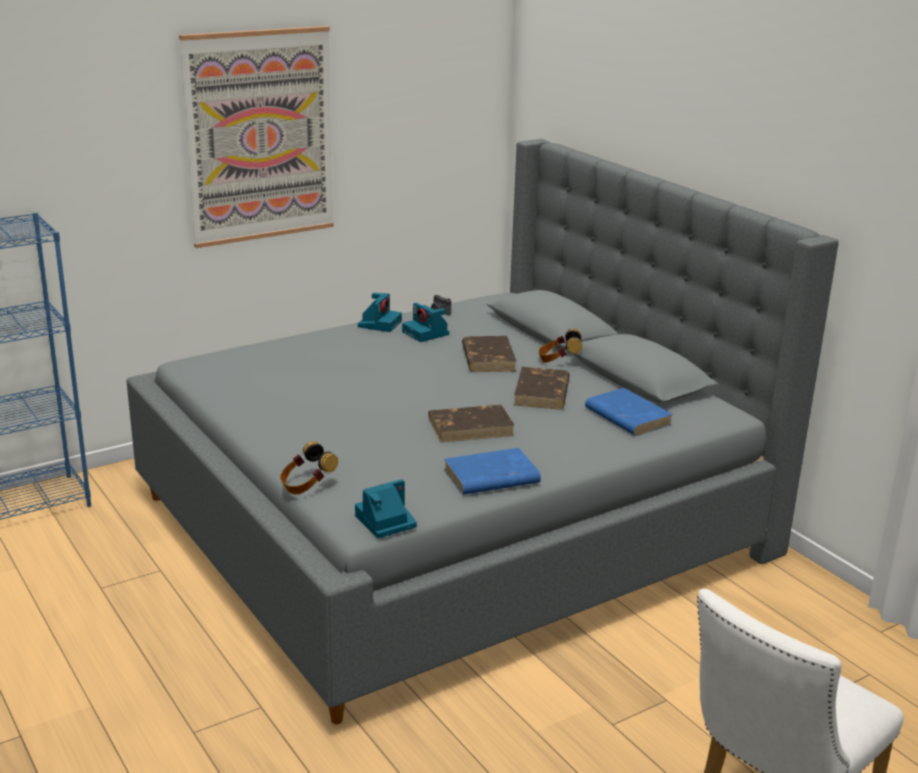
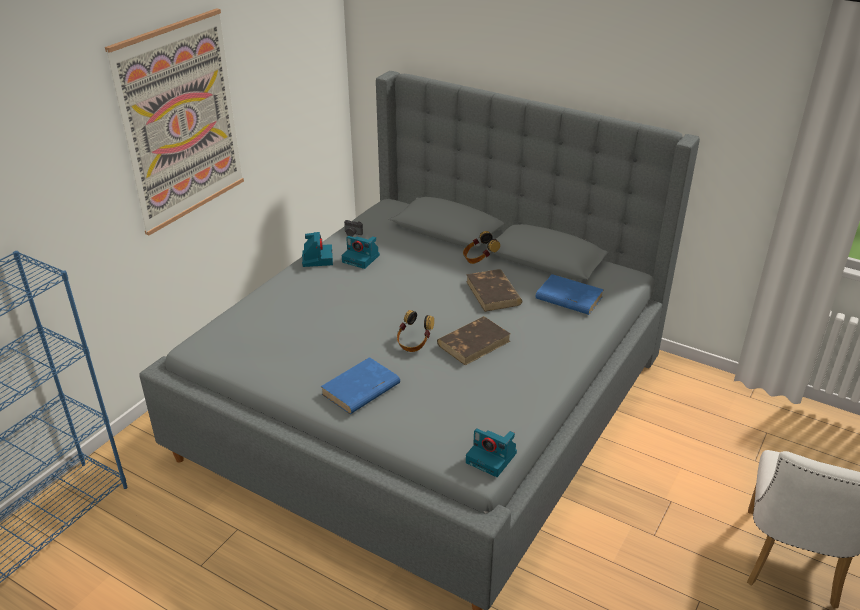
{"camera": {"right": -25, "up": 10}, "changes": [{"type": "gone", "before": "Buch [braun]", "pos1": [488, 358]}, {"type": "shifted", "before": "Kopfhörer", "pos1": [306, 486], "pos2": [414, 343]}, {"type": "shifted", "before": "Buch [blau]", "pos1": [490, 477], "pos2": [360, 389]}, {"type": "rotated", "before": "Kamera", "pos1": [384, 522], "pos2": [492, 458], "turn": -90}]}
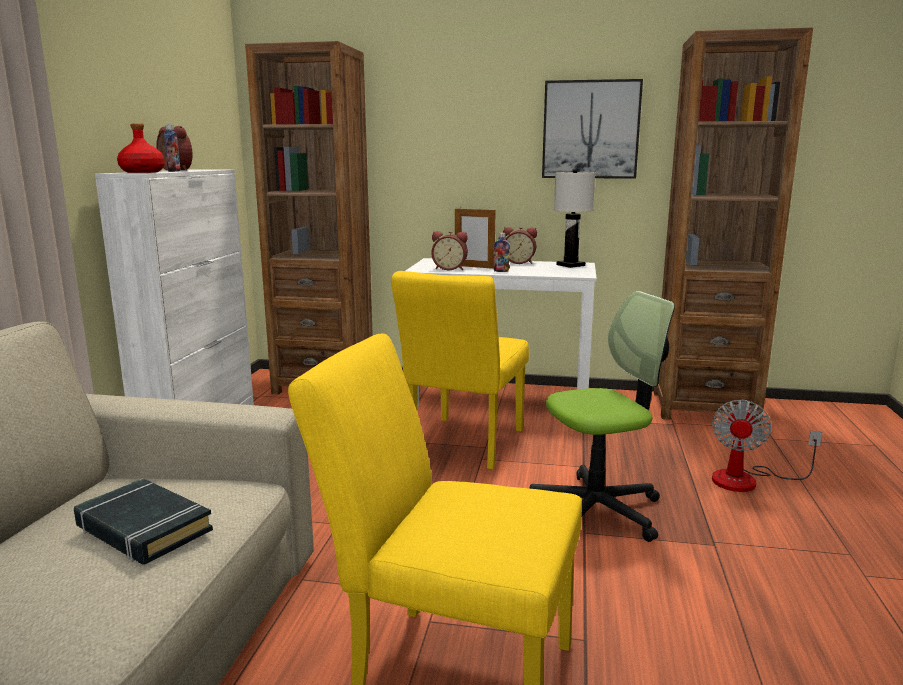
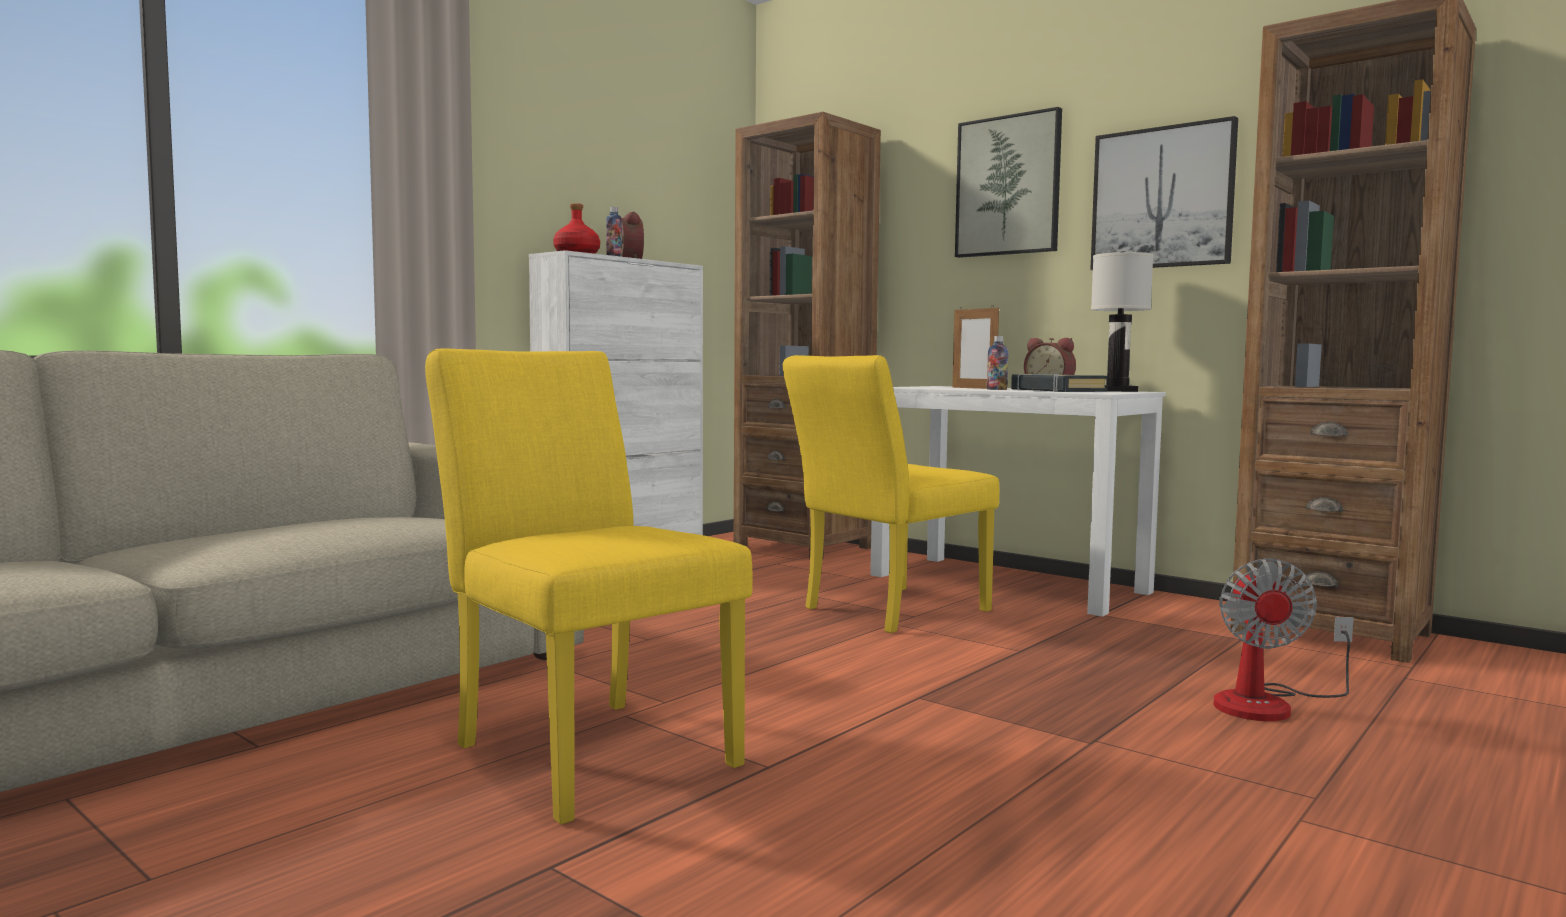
{"camera": {"right": 30, "up": -10}, "changes": [{"type": "gone", "before": "Wecker", "pos1": [450, 268]}, {"type": "gone", "before": "Bürostuhl", "pos1": [597, 509]}, {"type": "rotated", "before": "Ventilator", "pos1": [747, 480], "pos2": [1268, 704], "turn": -45}, {"type": "shifted", "before": "Buch [schwarz]", "pos1": [143, 529], "pos2": [1056, 390]}, {"type": "new", "after": "Bild", "pos2": [1008, 186]}]}
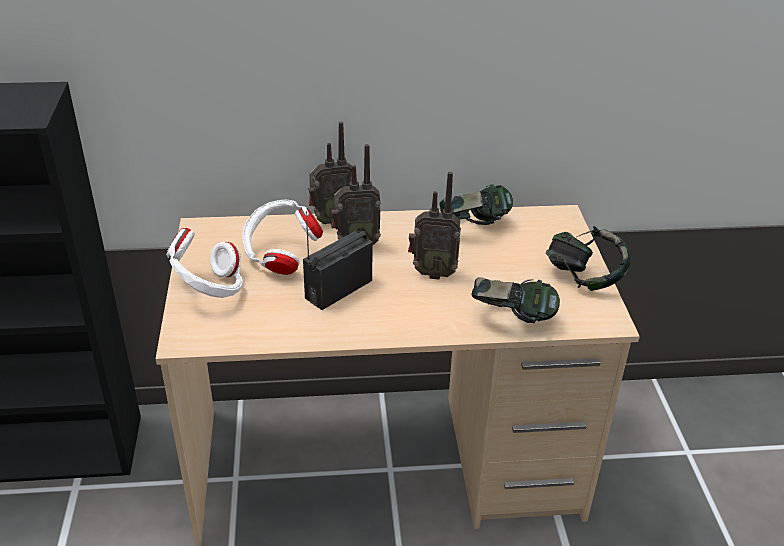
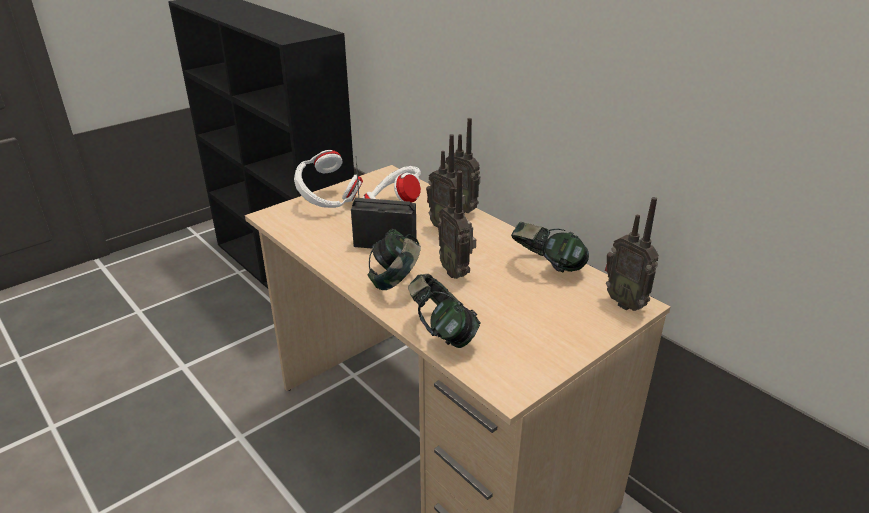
{"camera": {"right": 55, "up": -5}, "changes": [{"type": "shifted", "before": "Kopfhörer", "pos1": [583, 278], "pos2": [395, 281]}, {"type": "new", "after": "Radio", "pos2": [626, 302]}]}
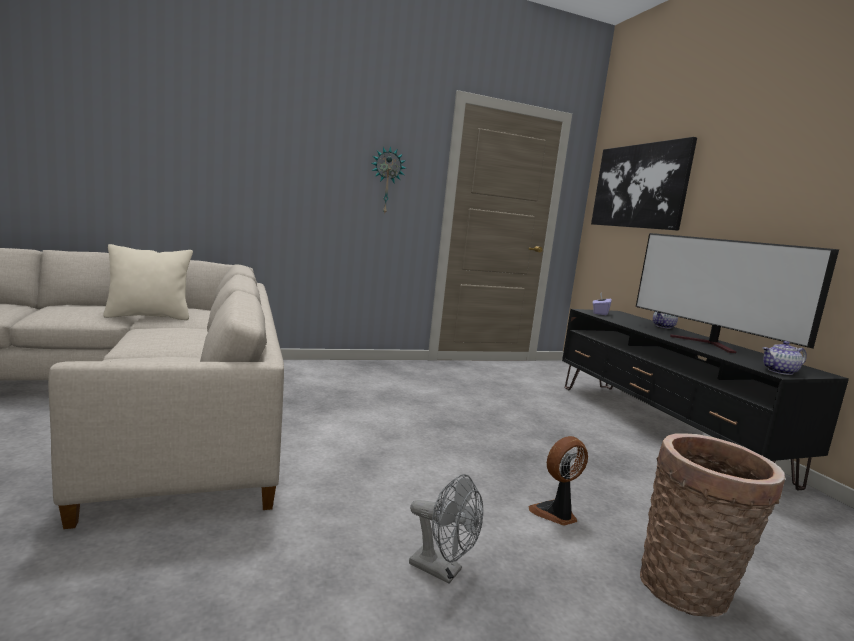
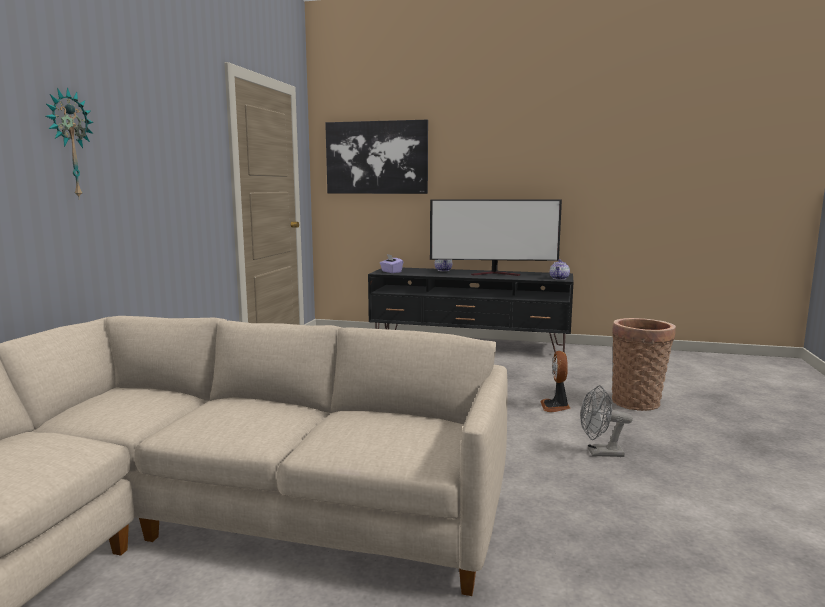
{"camera": {"right": -55, "up": 0}, "changes": [{"type": "shifted", "before": "Wanduhr", "pos1": [386, 181], "pos2": [69, 144]}, {"type": "gone", "before": "Kissen [beige]", "pos1": [149, 316]}, {"type": "rotated", "before": "Ventilator [grau]", "pos1": [442, 570], "pos2": [600, 453], "turn": -150}]}
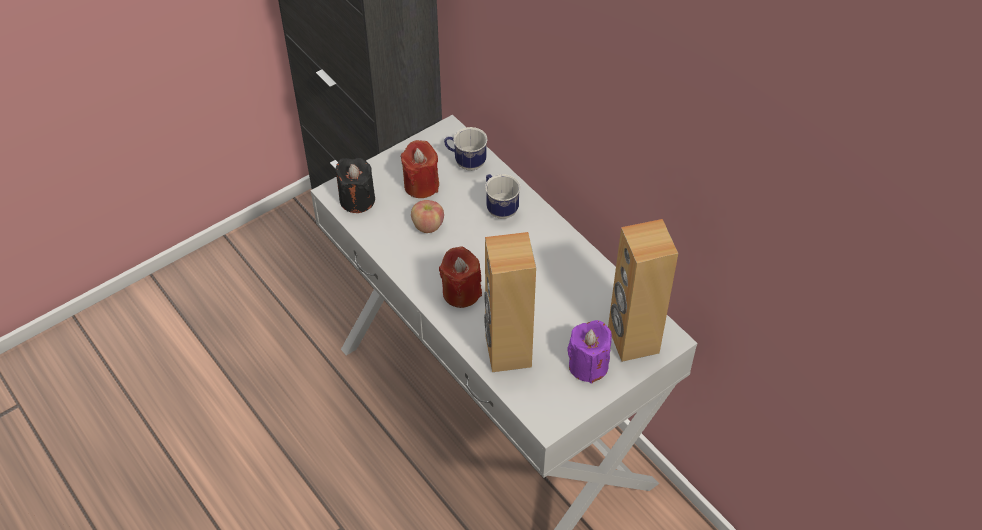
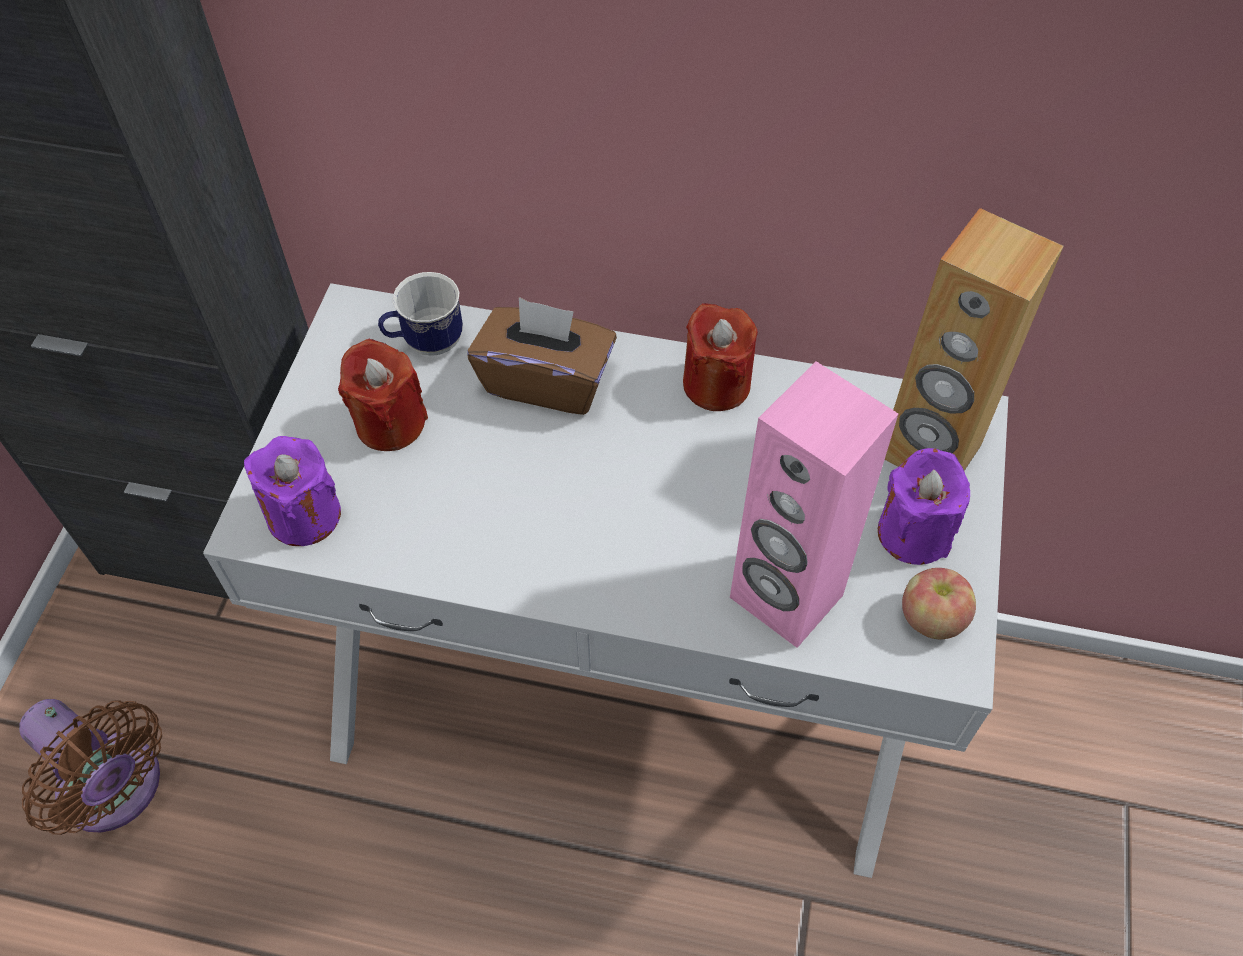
{"camera": {"right": -40, "up": 5}, "changes": [{"type": "repainted", "before": "Kerze [schwarz]", "after": "Kerze [lila]", "pos1": [357, 200], "pos2": [304, 515]}, {"type": "swapped", "before": "Henkelbecher", "after": "Taschentuchbox [braun]", "pos1": [499, 207], "pos2": [546, 381]}, {"type": "shifted", "before": "Apfel", "pos1": [427, 226], "pos2": [931, 618]}, {"type": "repainted", "before": "Lautsprecher [braun]", "after": "Lautsprecher [rosa]", "pos1": [507, 351], "pos2": [785, 597]}, {"type": "shifted", "before": "Kerze [rot]", "pos1": [461, 292], "pos2": [716, 384]}, {"type": "new", "after": "Ventilator [braun]", "pos2": [116, 790]}]}
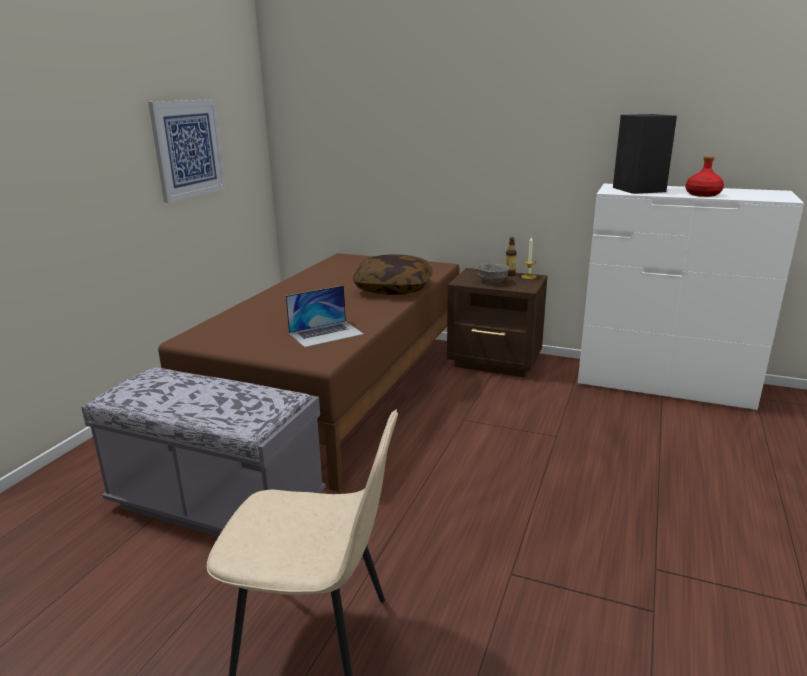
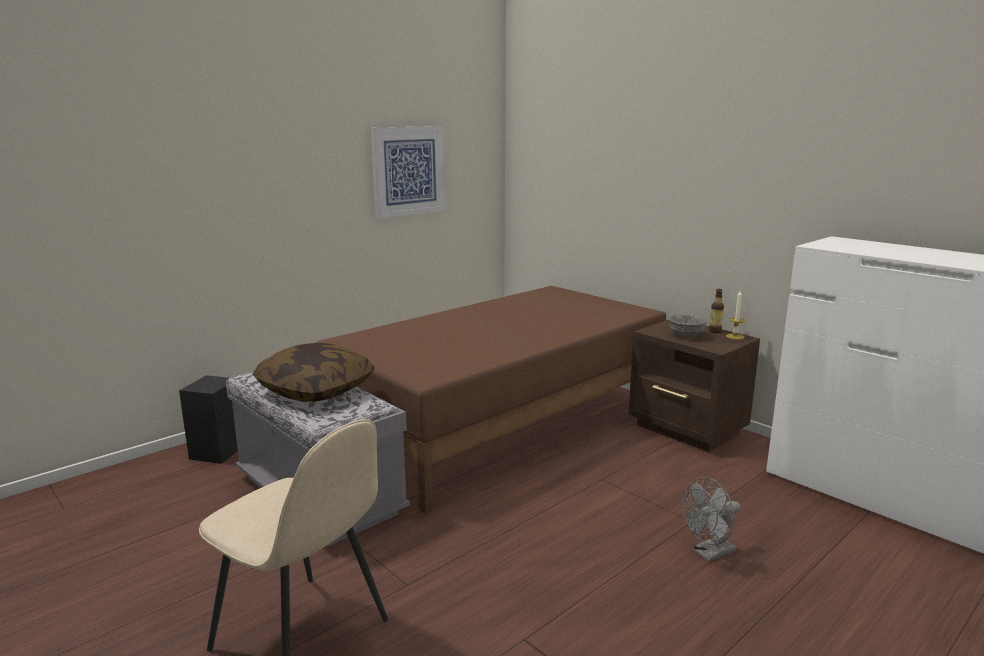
{"camera": {"right": 25, "up": -5}, "changes": [{"type": "shifted", "before": "Lautsprecher [schwarz]", "pos1": [639, 190], "pos2": [217, 452]}, {"type": "gone", "before": "Flasche [rot]", "pos1": [703, 194]}, {"type": "shifted", "before": "Kissen", "pos1": [393, 288], "pos2": [316, 390]}, {"type": "gone", "before": "Laptop", "pos1": [326, 333]}, {"type": "new", "after": "Ventilator [grau]", "pos2": [709, 553]}]}
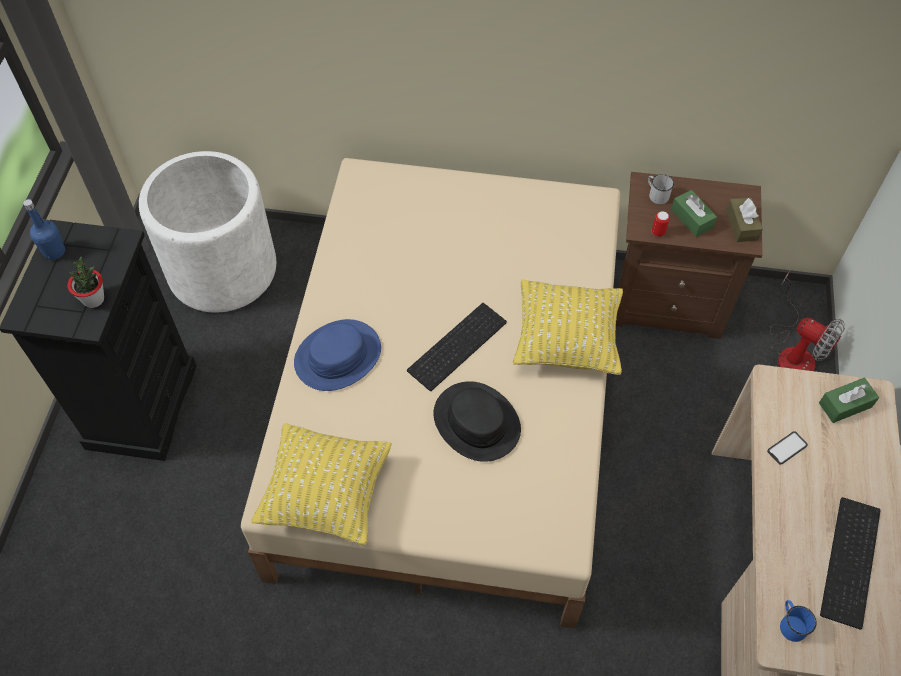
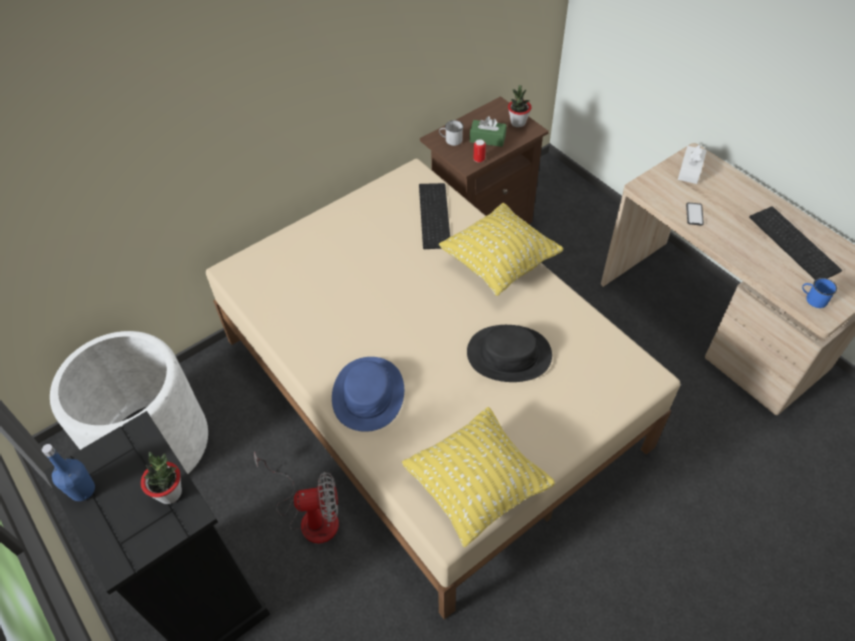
{"camera": {"right": -45, "up": -5}, "changes": [{"type": "swapped", "before": "Taschentuchbox [braun]", "after": "Topfpflanze", "pos1": [741, 225], "pos2": [518, 123]}, {"type": "shifted", "before": "Ventilator", "pos1": [793, 351], "pos2": [310, 515]}, {"type": "shifted", "before": "Tastatur", "pos1": [456, 344], "pos2": [432, 215]}, {"type": "repainted", "before": "Taschentuchbox [grün]", "after": "Taschentuchbox [weiß]", "pos1": [845, 405], "pos2": [690, 170]}]}
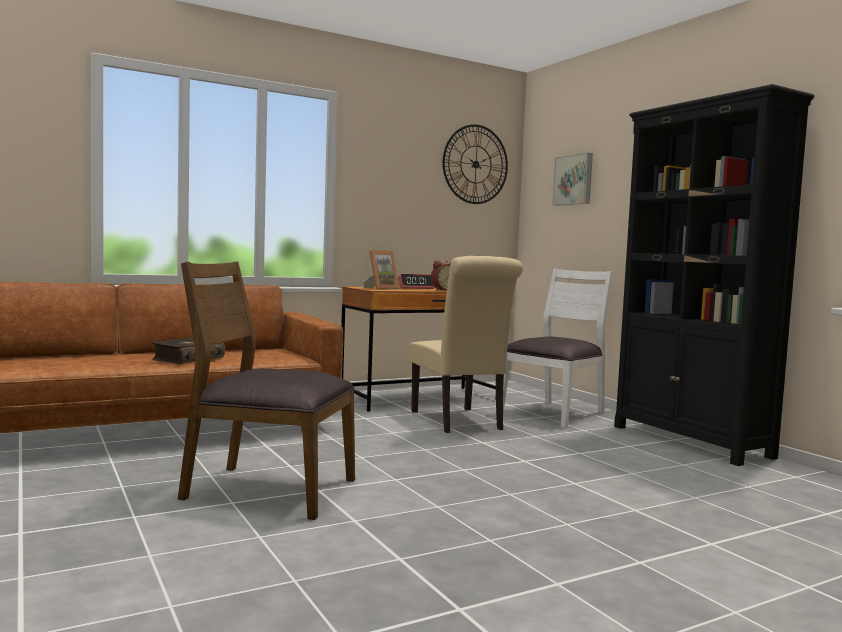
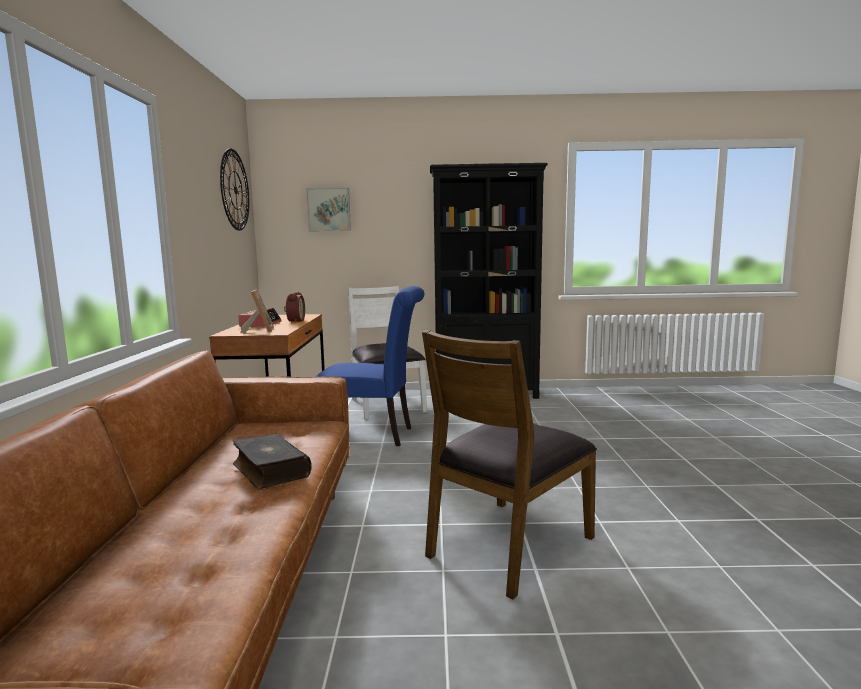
{"camera": {"right": -60, "up": 5}, "changes": [{"type": "repainted", "before": "Stuhl [beige]", "after": "Stuhl [blau]", "pos1": [459, 422], "pos2": [373, 435]}]}
